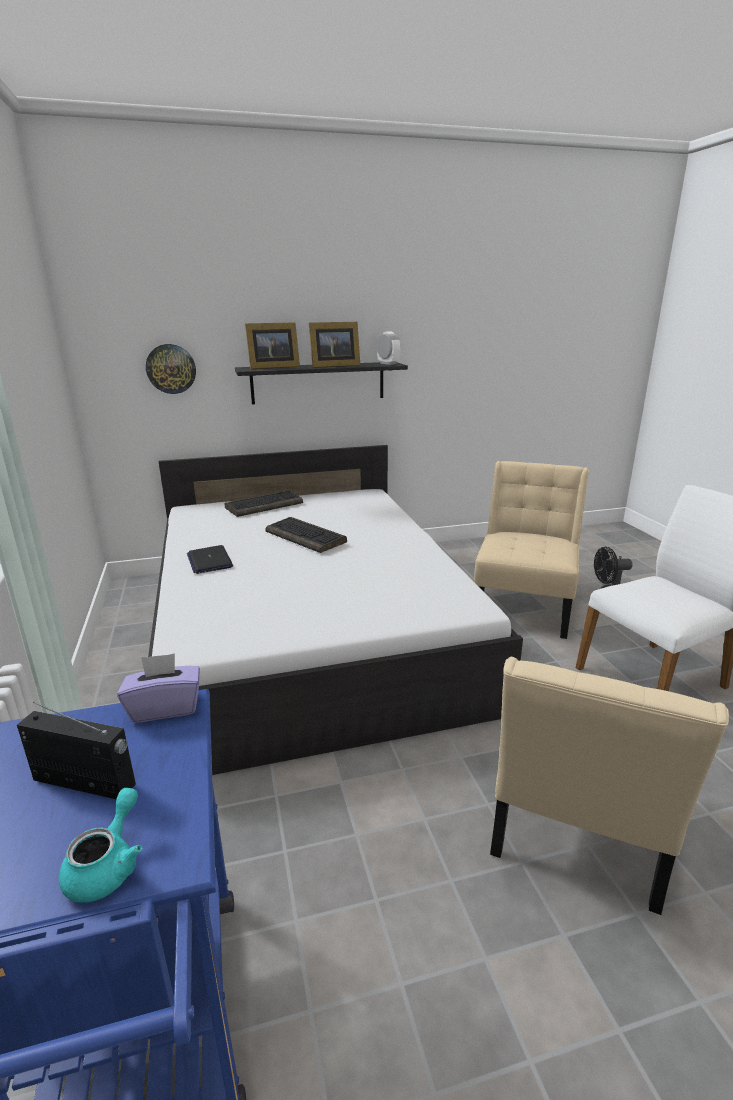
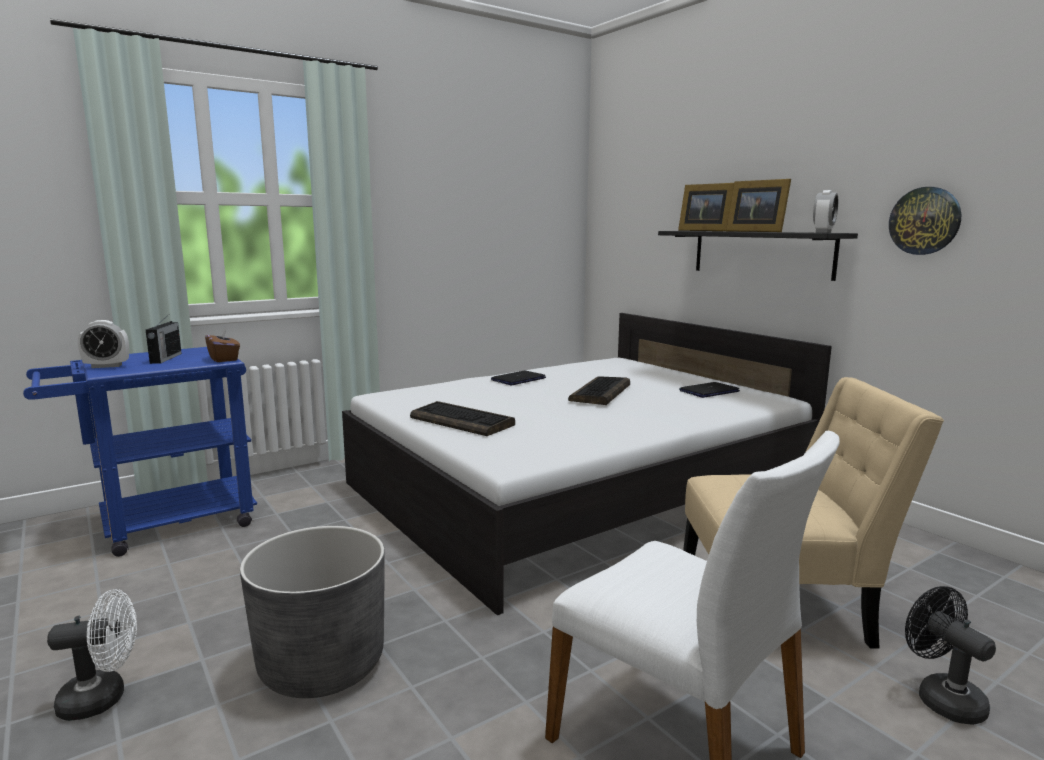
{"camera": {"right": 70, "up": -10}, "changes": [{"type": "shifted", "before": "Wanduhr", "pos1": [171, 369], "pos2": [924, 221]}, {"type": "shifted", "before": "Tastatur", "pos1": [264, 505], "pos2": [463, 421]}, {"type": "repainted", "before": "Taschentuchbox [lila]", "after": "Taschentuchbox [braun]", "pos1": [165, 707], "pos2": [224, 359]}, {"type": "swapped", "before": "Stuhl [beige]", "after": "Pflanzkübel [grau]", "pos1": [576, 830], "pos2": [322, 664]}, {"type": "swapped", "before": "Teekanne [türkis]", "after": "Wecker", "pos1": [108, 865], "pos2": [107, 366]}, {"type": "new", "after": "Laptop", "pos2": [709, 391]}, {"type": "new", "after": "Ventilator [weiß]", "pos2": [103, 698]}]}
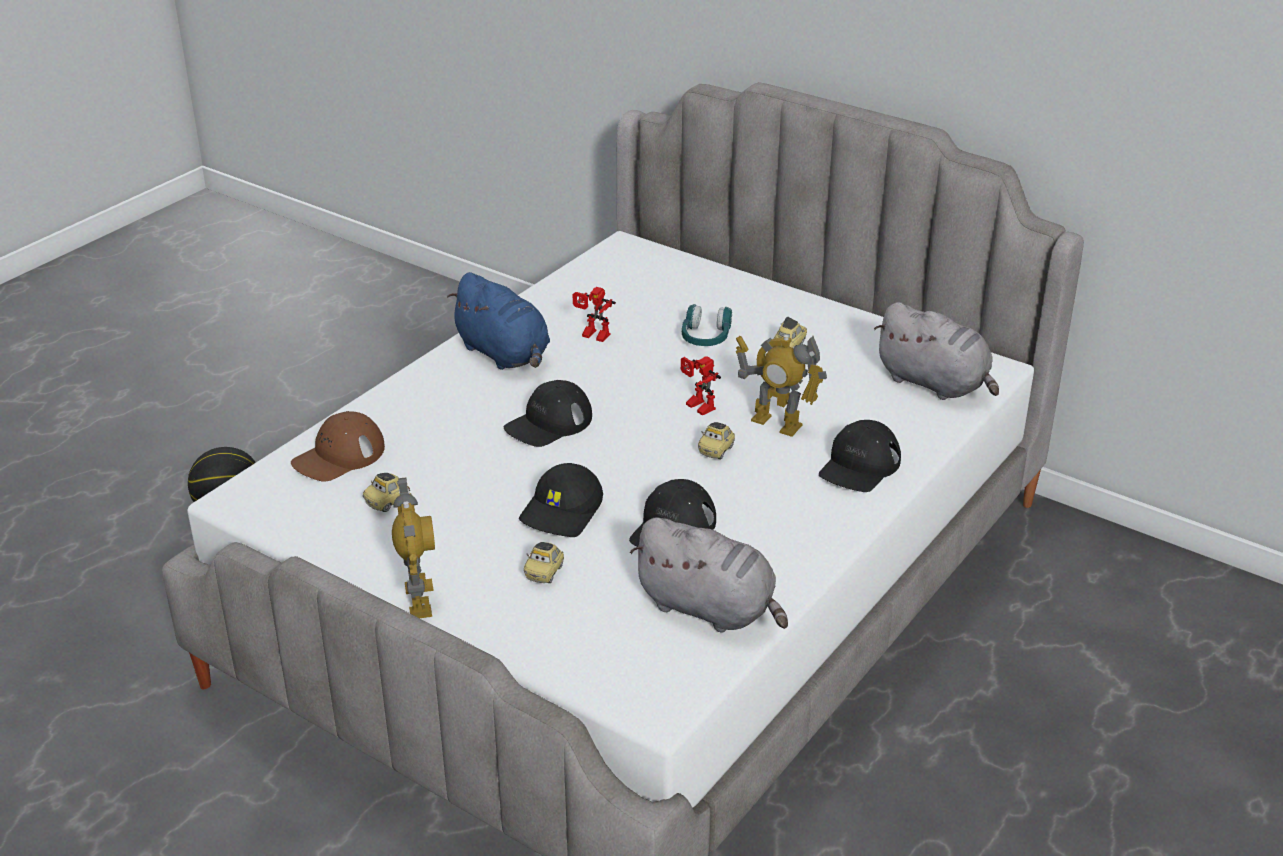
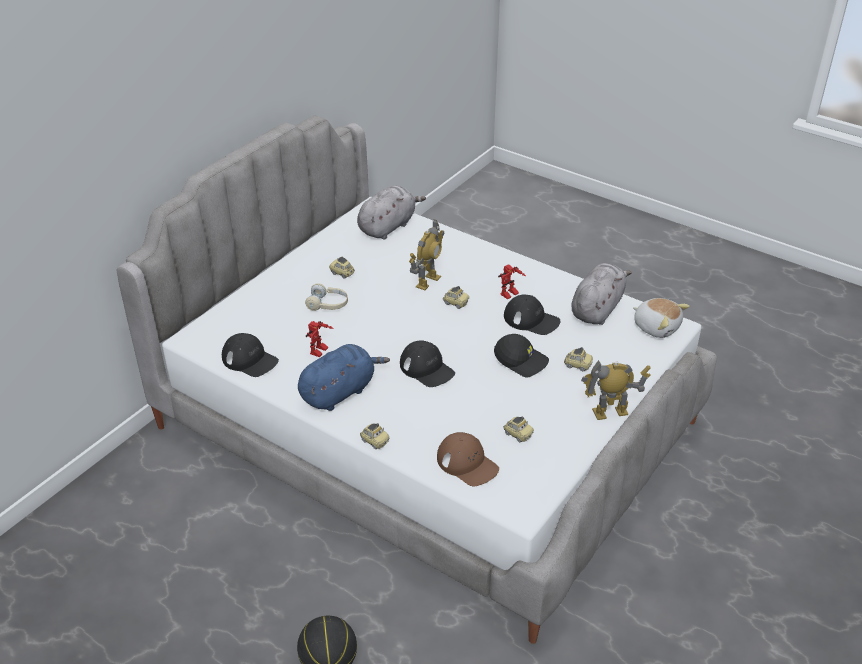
{"camera": {"right": -90, "up": 5}, "changes": [{"type": "repainted", "before": "Kopfhörer [türkis]", "after": "Kopfhörer [beige]", "pos1": [705, 338], "pos2": [328, 304]}, {"type": "shifted", "before": "Spielzeugroboter", "pos1": [696, 407], "pos2": [510, 295]}, {"type": "shifted", "before": "Kappe [schwarz]", "pos1": [859, 466], "pos2": [250, 360]}, {"type": "new", "after": "Plüschtier", "pos2": [656, 327]}, {"type": "new", "after": "Spielzeugauto", "pos2": [374, 441]}]}
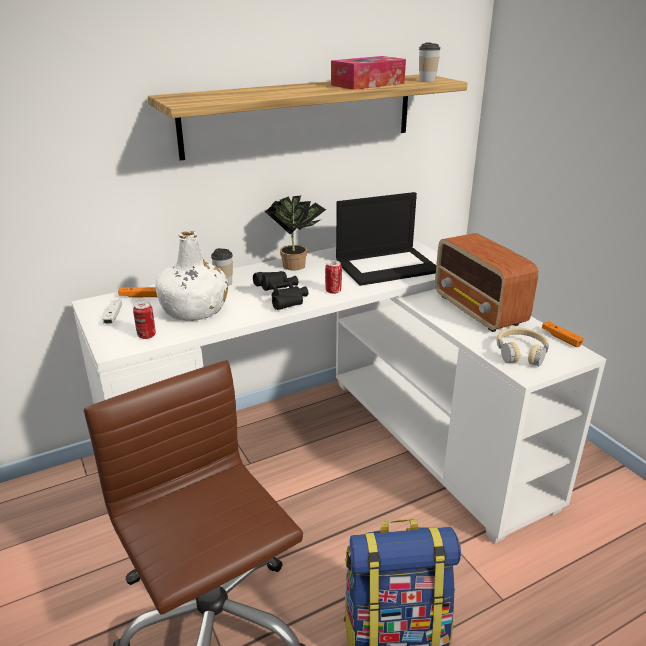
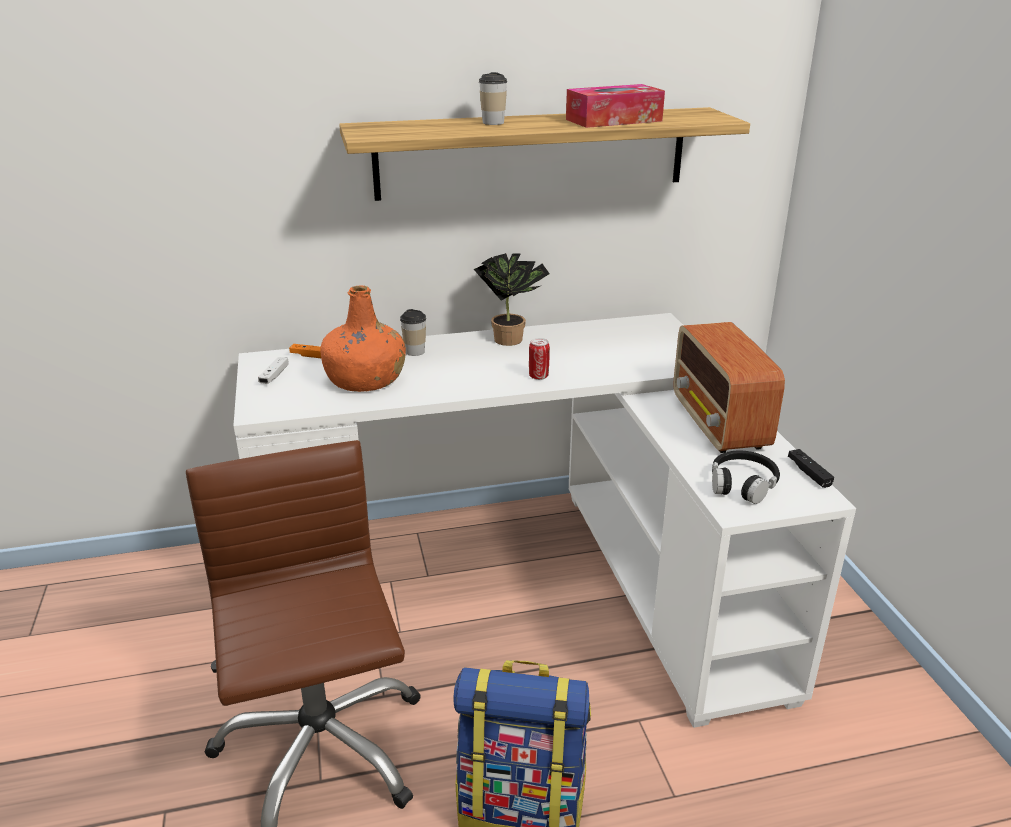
{"camera": {"right": 15, "up": 0}, "changes": [{"type": "shifted", "before": "Tasse", "pos1": [427, 81], "pos2": [493, 122]}, {"type": "gone", "before": "Laptop", "pos1": [387, 266]}, {"type": "repainted", "before": "Flasche [weiß]", "after": "Flasche [orange]", "pos1": [195, 310], "pos2": [365, 380]}, {"type": "gone", "before": "Fernglas [schwarz]", "pos1": [282, 299]}, {"type": "gone", "before": "Dose", "pos1": [146, 335]}, {"type": "repainted", "before": "Gamepad [orange]", "after": "Gamepad [schwarz]", "pos1": [561, 338], "pos2": [809, 473]}, {"type": "repainted", "before": "Kopfhörer [beige]", "after": "Kopfhörer [schwarz]", "pos1": [521, 353], "pos2": [742, 484]}]}
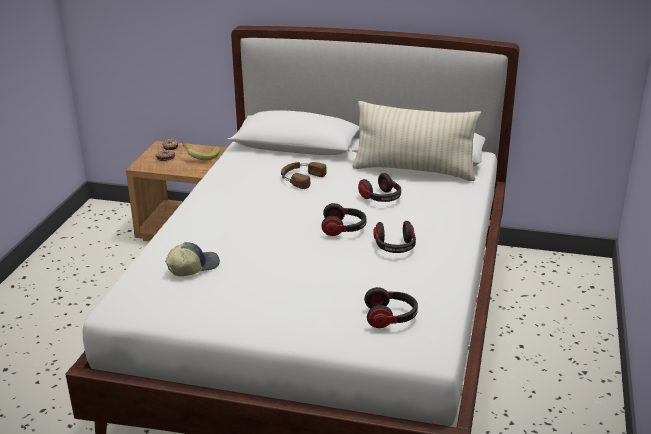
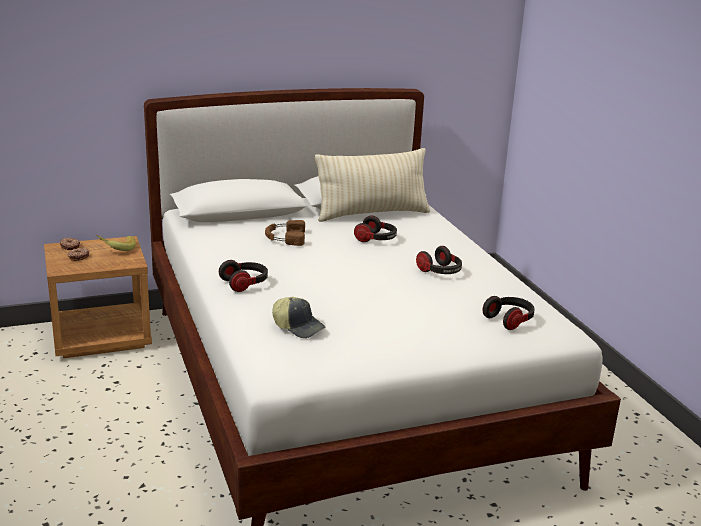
{"camera": {"right": -35, "up": -5}, "changes": [{"type": "shifted", "before": "Kopfhörer", "pos1": [344, 229], "pos2": [245, 283]}, {"type": "rotated", "before": "Kappe", "pos1": [193, 267], "pos2": [298, 327], "turn": 105}]}
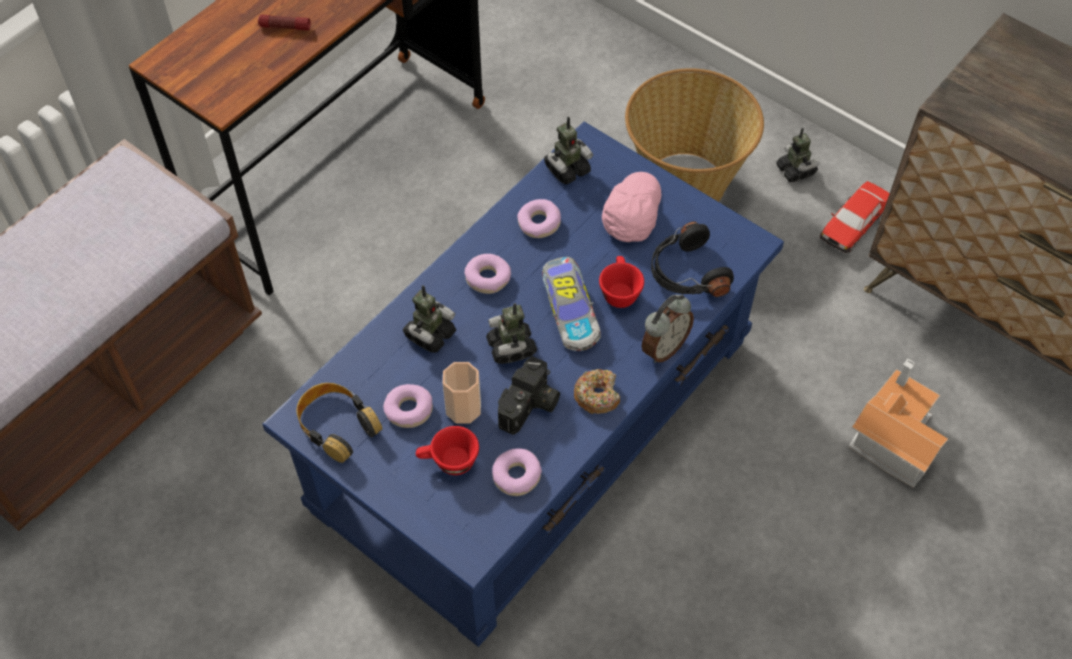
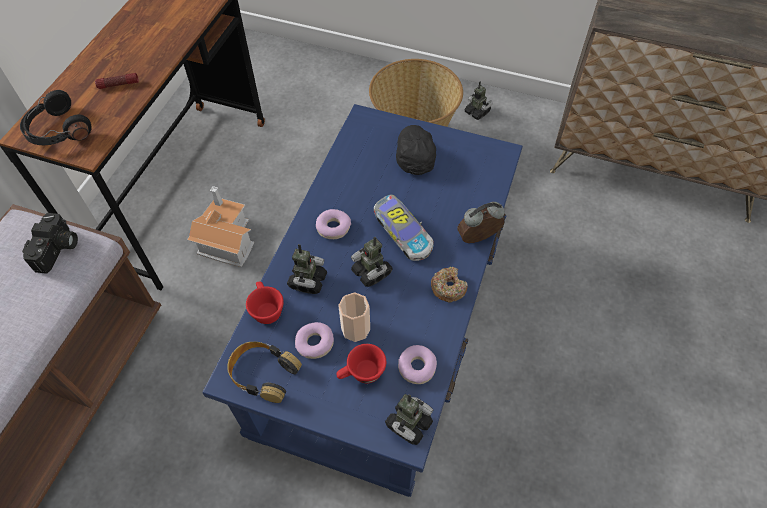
{"camera": {"right": -20, "up": 0}, "changes": [{"type": "shifted", "before": "Spielzeugroboter", "pos1": [567, 169], "pos2": [408, 424]}, {"type": "repainted", "before": "Kappe [rosa]", "after": "Kappe [schwarz]", "pos1": [632, 213], "pos2": [414, 155]}, {"type": "gone", "before": "Spielzeugauto", "pos1": [853, 224]}, {"type": "gone", "before": "Donut", "pos1": [539, 223]}, {"type": "shifted", "before": "Kopfhörer [schwarz]", "pos1": [686, 273], "pos2": [58, 131]}, {"type": "shifted", "before": "Tasse [rot]", "pos1": [619, 291], "pos2": [266, 309]}, {"type": "rotated", "before": "Wecker", "pos1": [663, 348], "pos2": [478, 239], "turn": -135}, {"type": "shifted", "before": "Kamera", "pos1": [530, 407], "pos2": [58, 250]}, {"type": "shifted", "before": "Spielzeughaus", "pos1": [893, 436], "pos2": [225, 239]}]}
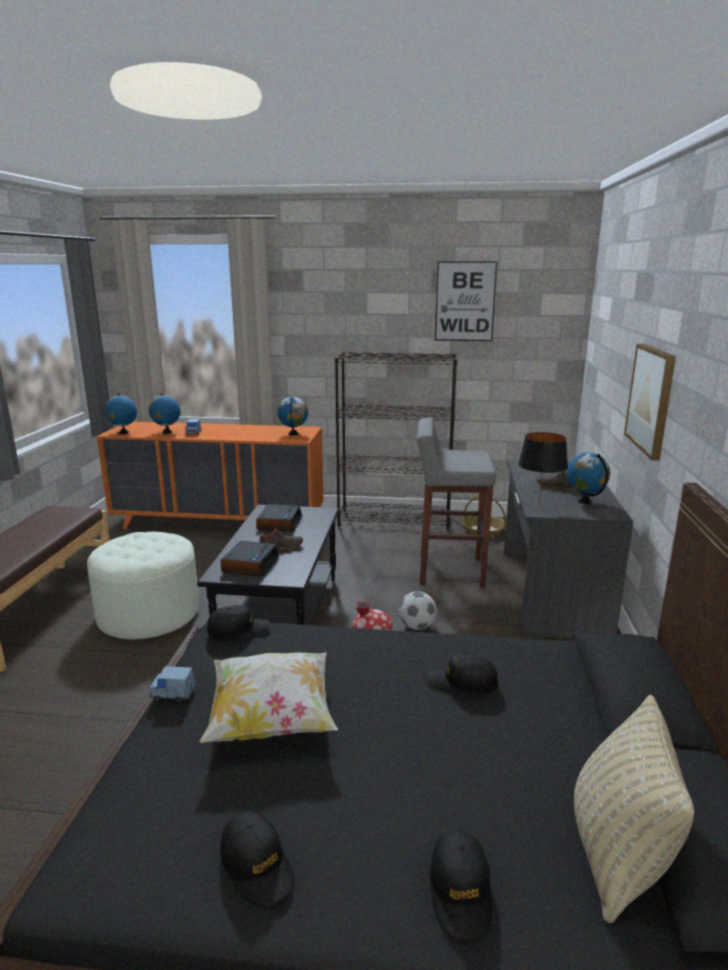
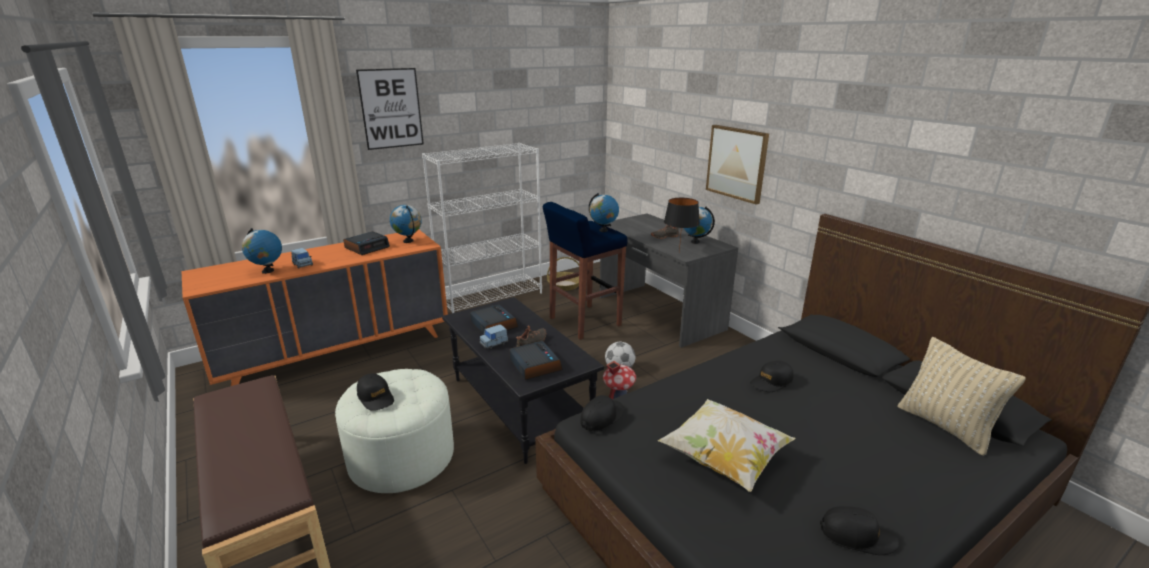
{"camera": {"right": -40, "up": 5}, "changes": [{"type": "shifted", "before": "Bild", "pos1": [465, 301], "pos2": [391, 108]}, {"type": "repainted", "before": "Bücherregal [schwarz]", "after": "Bücherregal [weiß]", "pos1": [394, 520], "pos2": [491, 297]}, {"type": "shifted", "before": "Globus", "pos1": [123, 432], "pos2": [603, 230]}, {"type": "repainted", "before": "Hocker [grau]", "after": "Hocker [blau]", "pos1": [449, 571], "pos2": [584, 322]}, {"type": "shifted", "before": "Spielzeugauto [blau]", "pos1": [173, 694], "pos2": [494, 344]}, {"type": "shifted", "before": "Kappe [schwarz]", "pos1": [460, 891], "pos2": [376, 397]}, {"type": "new", "after": "Wecker", "pos2": [367, 247]}]}
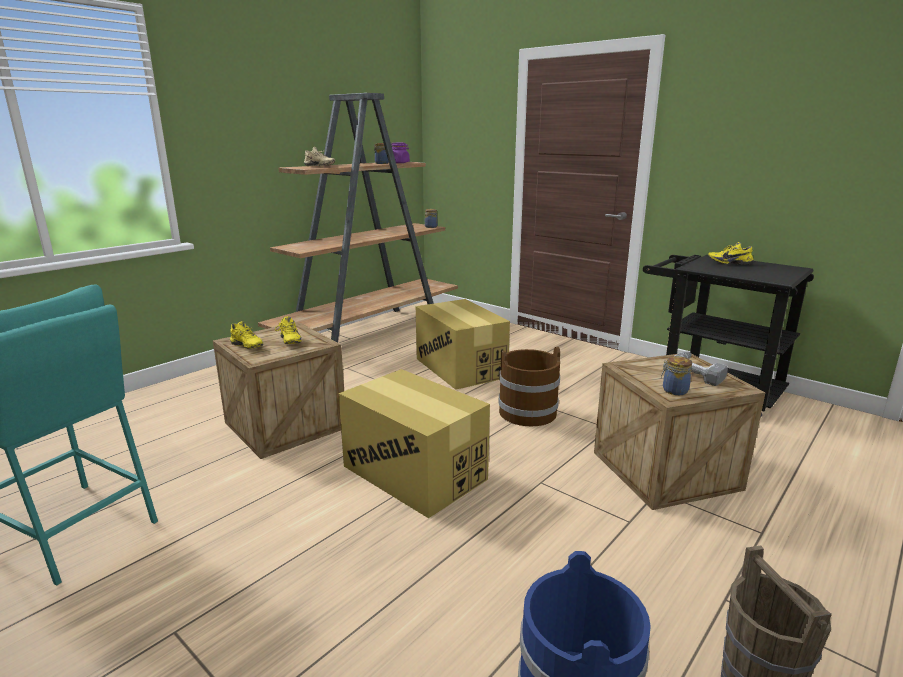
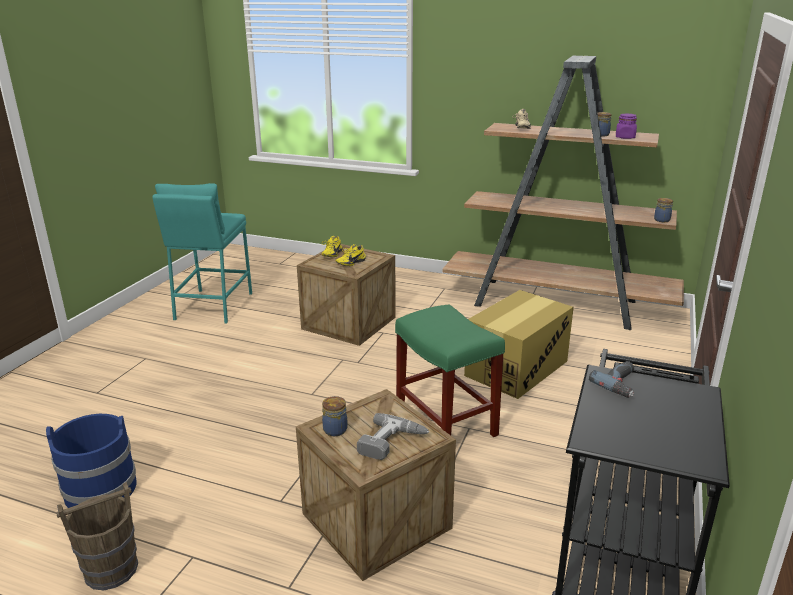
{"camera": {"right": 70, "up": 5}, "changes": [{"type": "gone", "before": "Schuh [gelb]", "pos1": [729, 263]}, {"type": "swapped", "before": "Eimer [braun]", "after": "Hocker [grün]", "pos1": [527, 412], "pos2": [444, 422]}, {"type": "gone", "before": "Karton", "pos1": [414, 472]}, {"type": "new", "after": "Bohrmaschine", "pos2": [622, 384]}]}
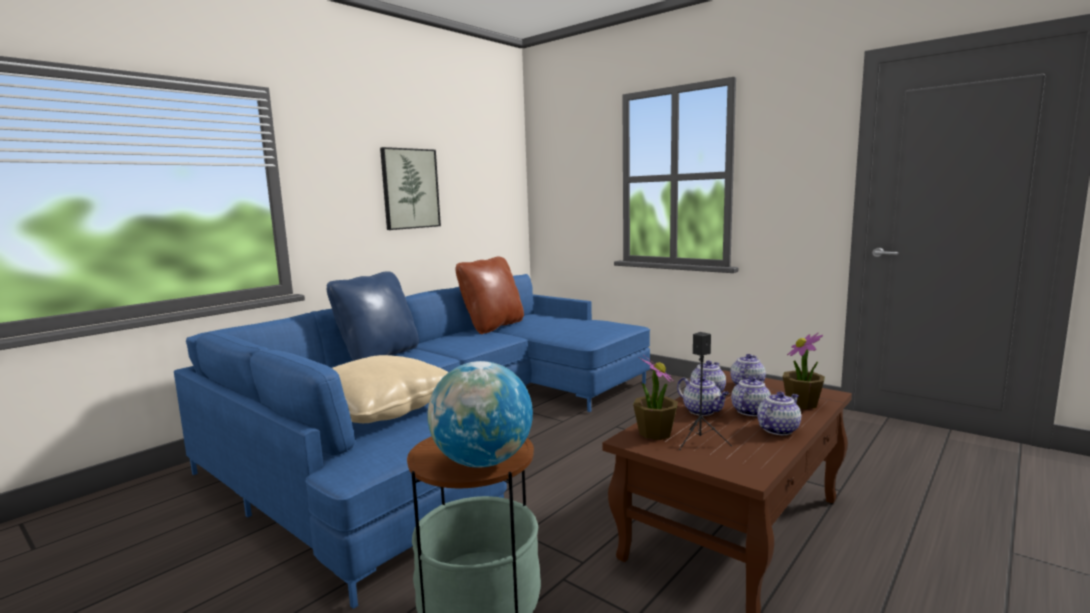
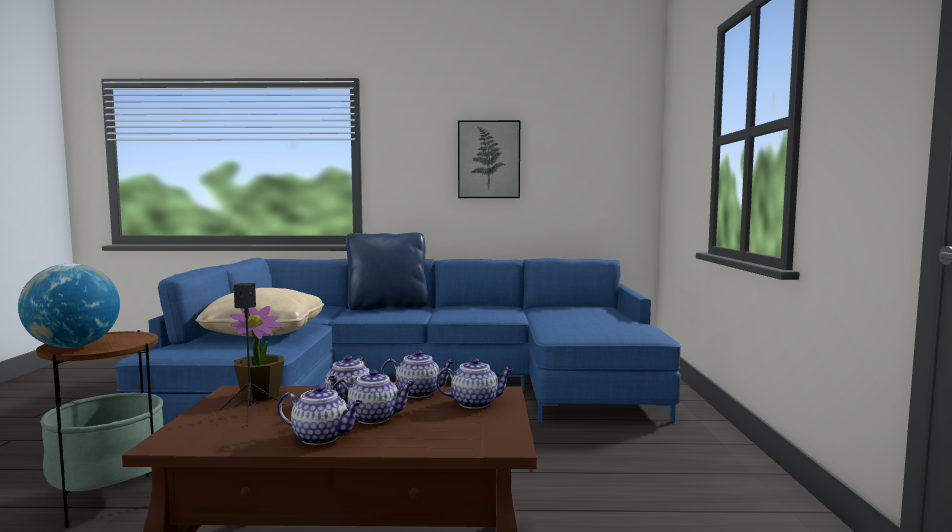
{"camera": {"right": 50, "up": -5}, "changes": [{"type": "gone", "before": "Kissen [braun]", "pos1": [492, 326]}, {"type": "gone", "before": "Topfpflanze", "pos1": [802, 404]}]}
